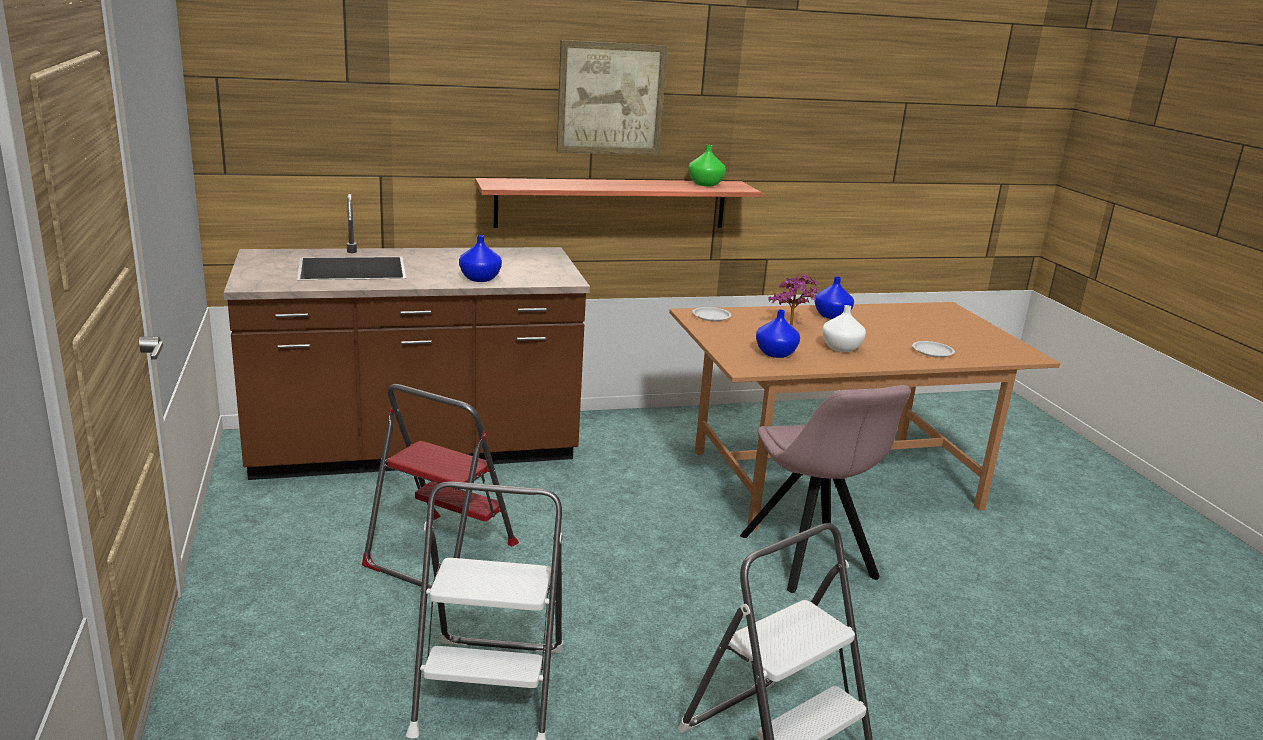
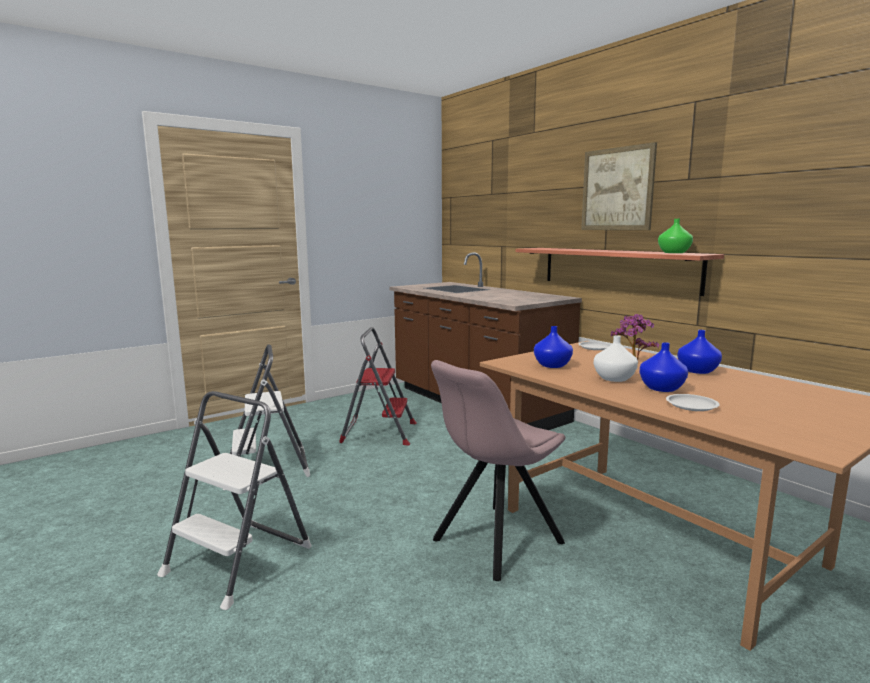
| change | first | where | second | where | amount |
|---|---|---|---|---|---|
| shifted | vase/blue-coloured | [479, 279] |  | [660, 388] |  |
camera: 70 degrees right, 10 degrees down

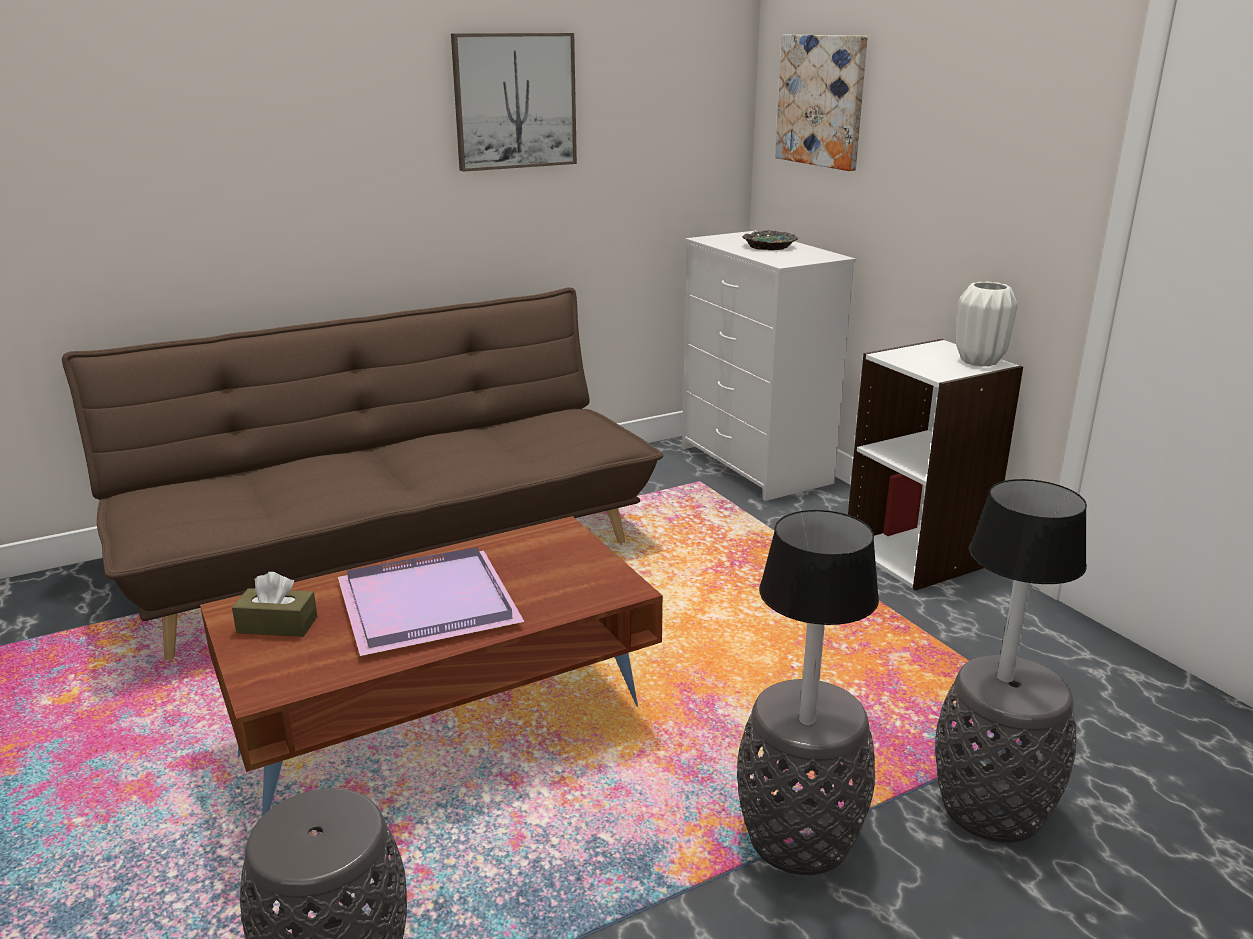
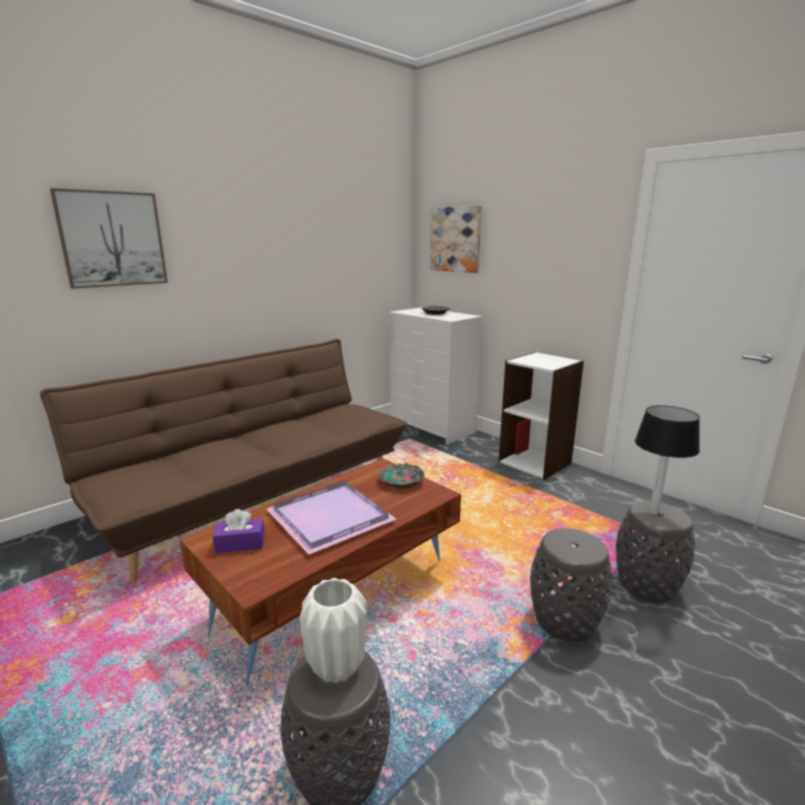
| change | first | where | second | where | amount |
|---|---|---|---|---|---|
| shifted | wall art | [514, 101] |  | [112, 239] |  |
| repainted | box of tissues/brown | [277, 625] | box of tissues/purplish | [240, 544] |  |
| shifted | vase/white | [979, 362] |  | [336, 667] |  |
| new |  |  | serving bowl | [401, 481] |  |
| gone | lamp for a table | [806, 720] |  |  |  |
camera: 15 degrees left, 5 degrees down

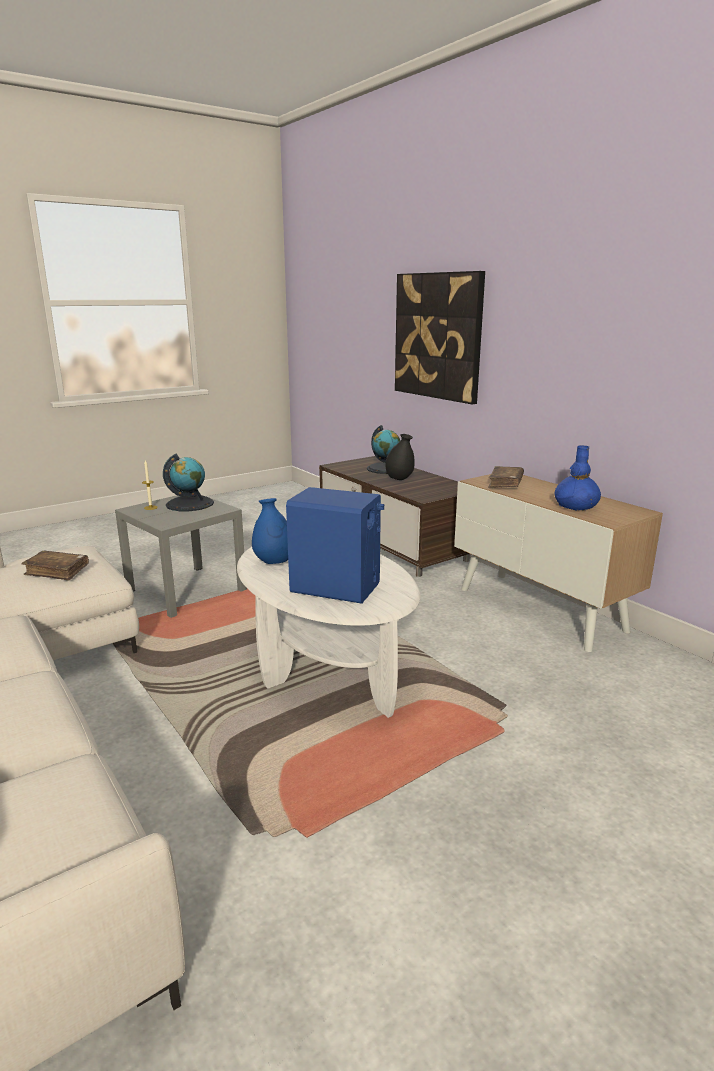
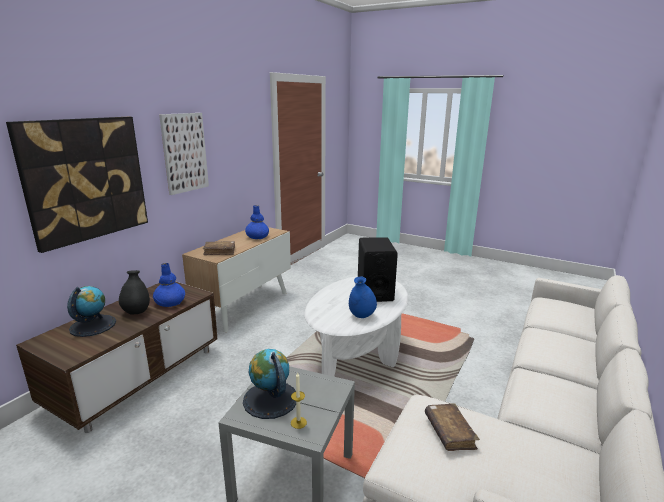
| change | first | where | second | where | amount |
|---|---|---|---|---|---|
| new |  |  | vase/blue-coloured | [170, 302] |  |
| new |  |  | wall art | [184, 153] |  |
| repainted | loudspeaker/blue-coloured | [336, 588] | loudspeaker/black-coloured | [374, 292] |  |
camera: 115 degrees left, 0 degrees up

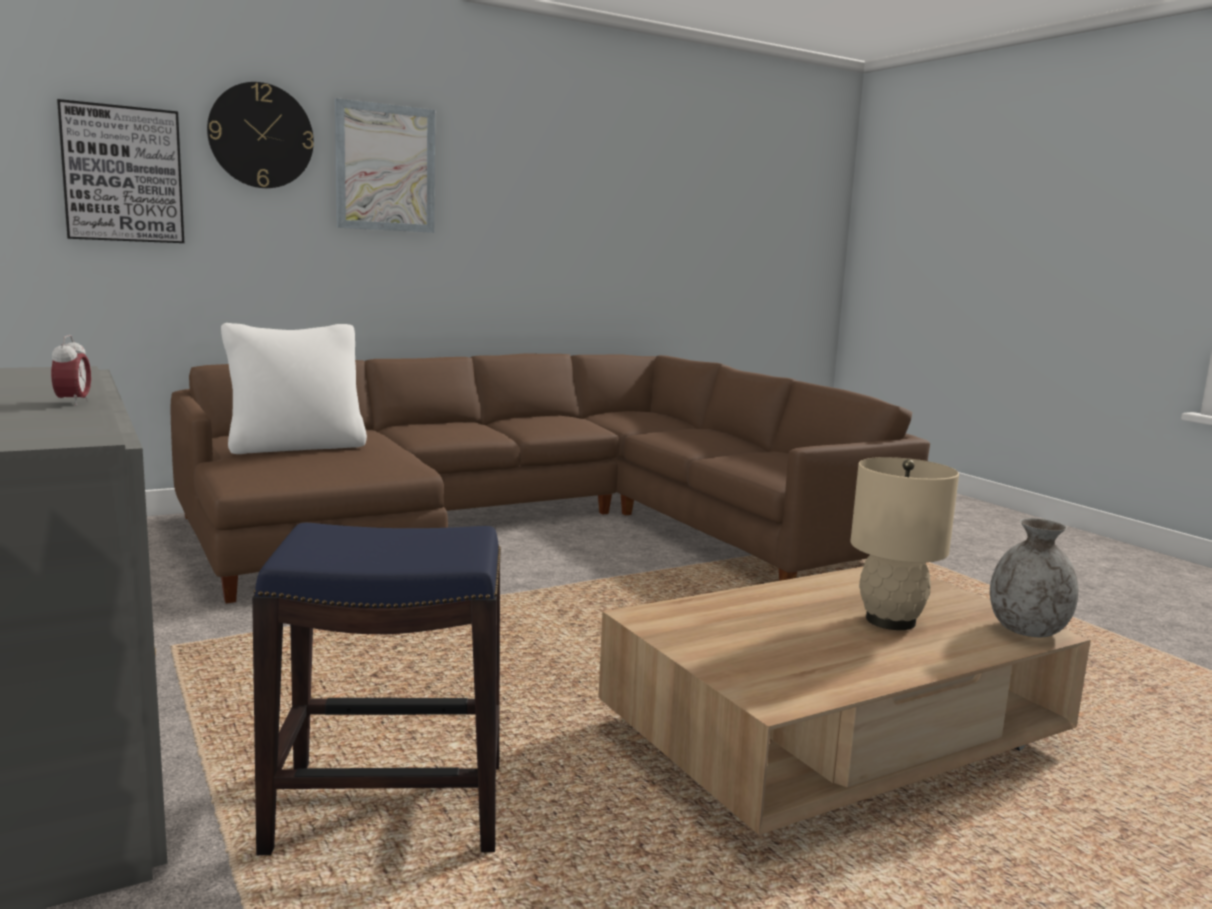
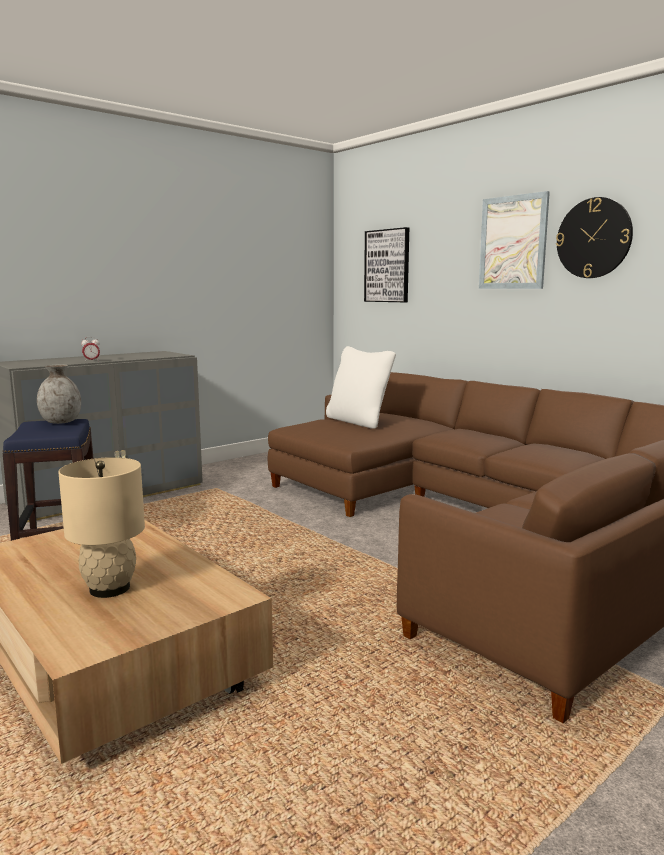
| change | first | where | second | where | amount |
|---|---|---|---|---|---|
| shifted | vase/grey | [1026, 630] |  | [61, 422] |  |
| shifted | wall clock | [261, 136] |  | [594, 238] |  |
camera: 80 degrees right, 0 degrees up

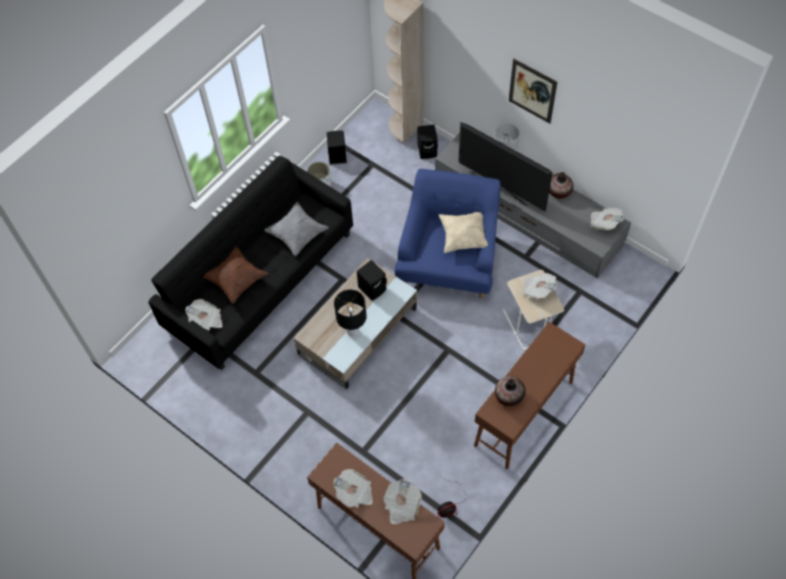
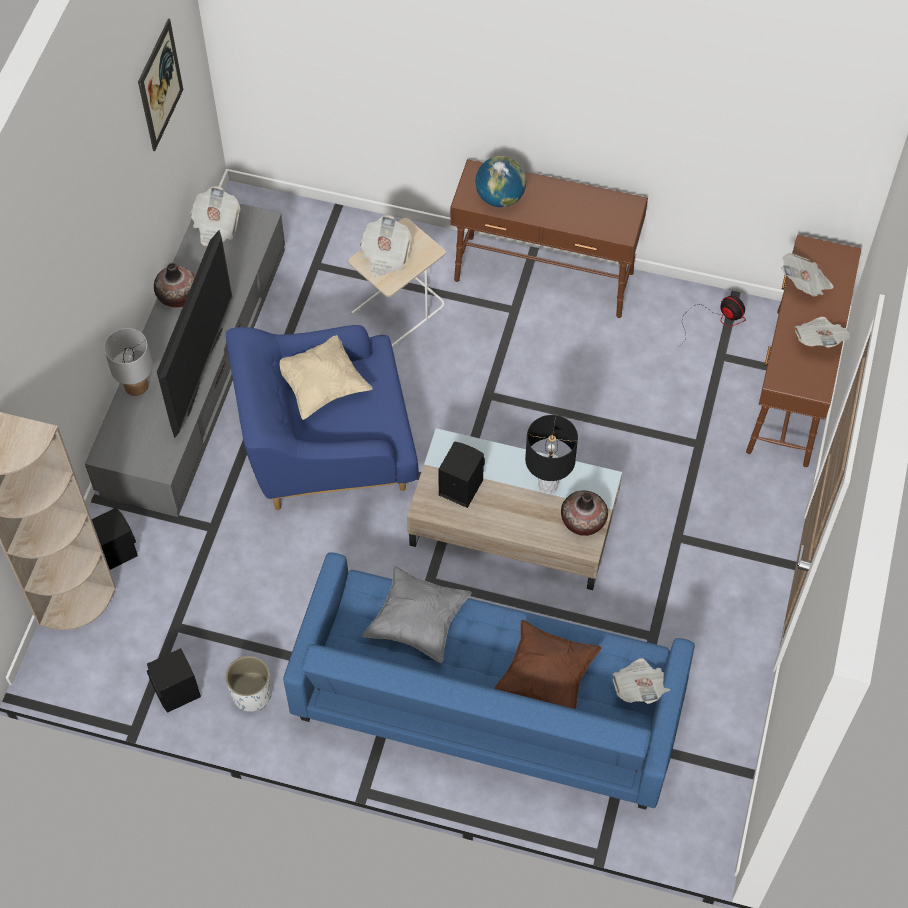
| change | first | where | second | where | amount |
|---|---|---|---|---|---|
| shifted | wall art | [532, 91] |  | [160, 85] |  |
| repainted | couch/black-coloured | [260, 281] | couch/blue-coloured | [488, 705] |  |
| new |  |  | desk globe | [500, 197] |  |
| shifted | vase | [508, 396] |  | [583, 522] |  |
camera: 115 degrees left, 0 degrees up

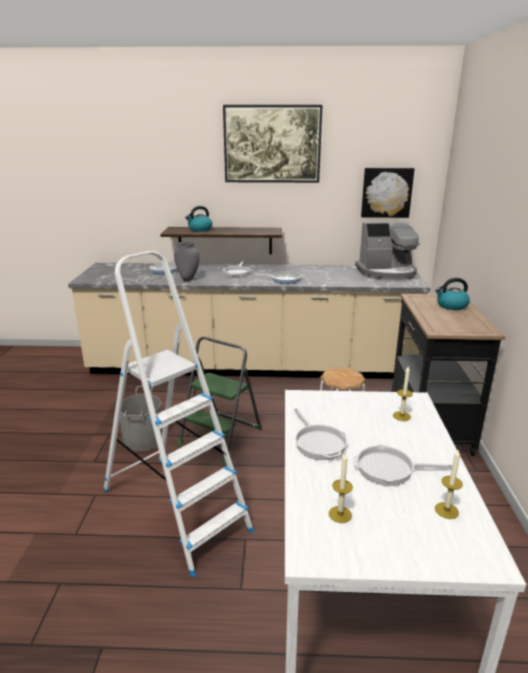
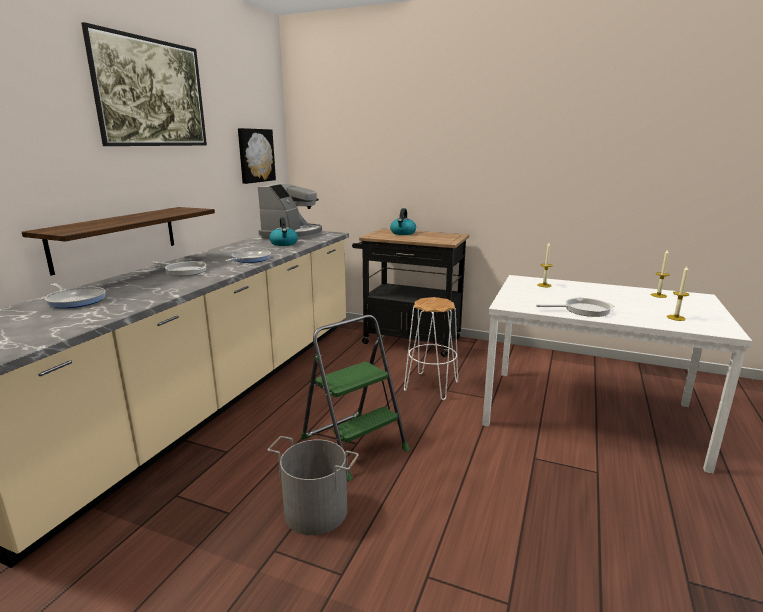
| change | first | where | second | where | amount |
|---|---|---|---|---|---|
| shifted | tea kettle | [200, 229] |  | [284, 244] |  |
| gone | step ladder/white | [175, 510] |  |  |  |
| gone | vase/grey | [187, 280] |  |  |  |
| gone | pan | [389, 469] |  |  |  |
camera: 70 degrees left, 5 degrees down

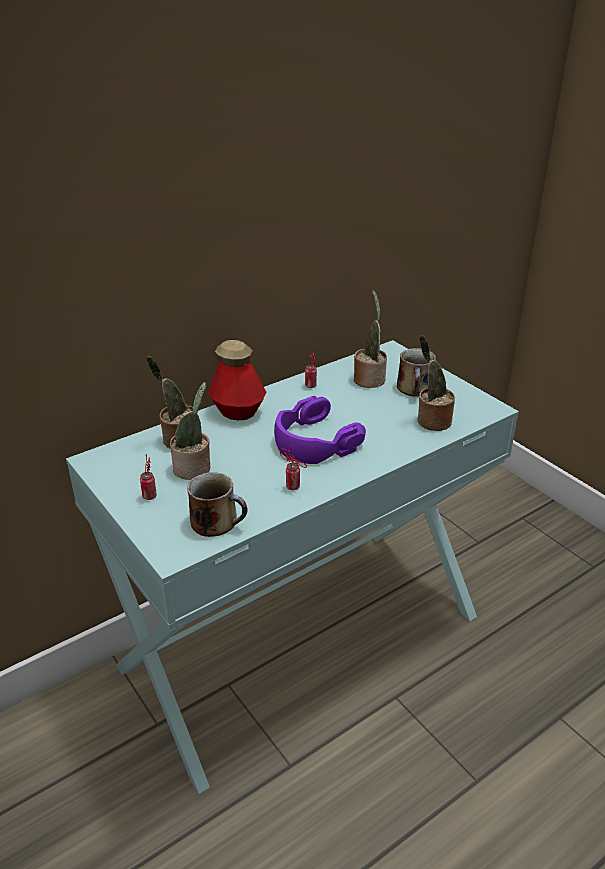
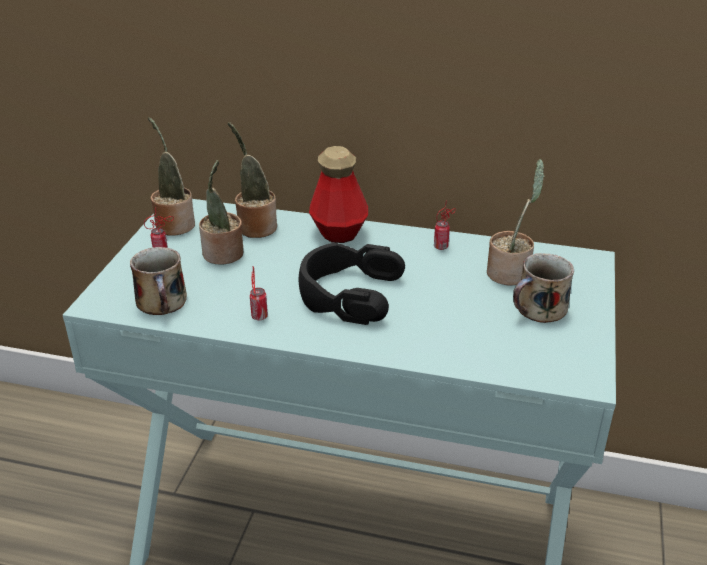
| change | first | where | second | where | amount |
|---|---|---|---|---|---|
| shifted | plant in a pot | [431, 421] |  | [174, 224] |  |
| repainted | headset/purplish | [314, 441] | headset/black-coloured | [348, 294] |  |
camera: 50 degrees right, 0 degrees up

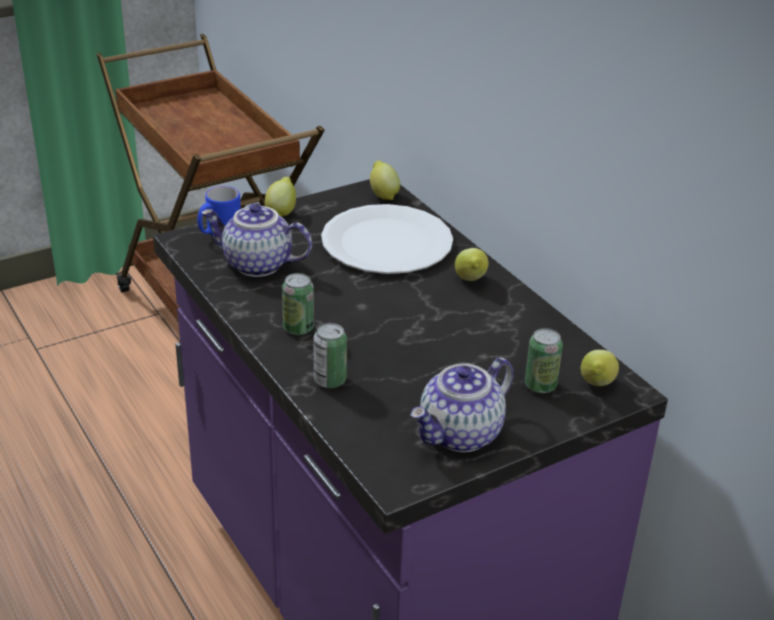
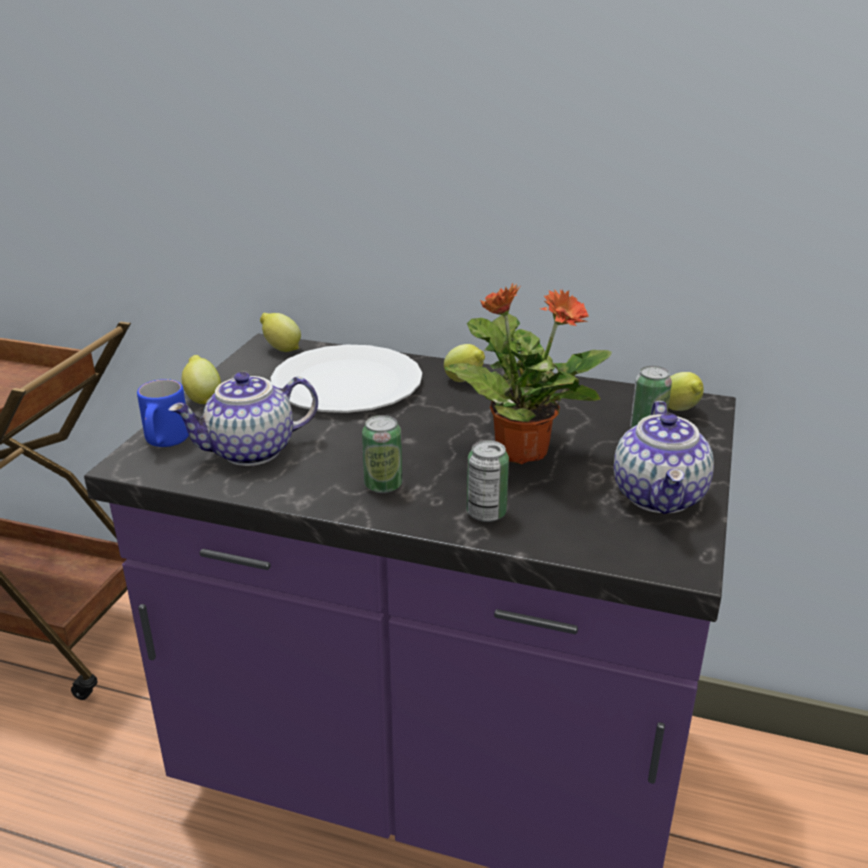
| change | first | where | second | where | amount |
|---|---|---|---|---|---|
| new |  |  | plant in a pot | [520, 450] |  |
camera: 40 degrees left, 5 degrees down

